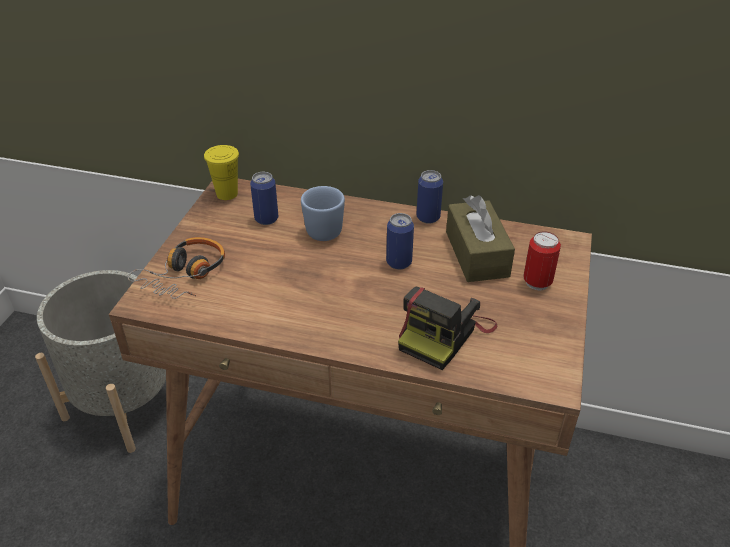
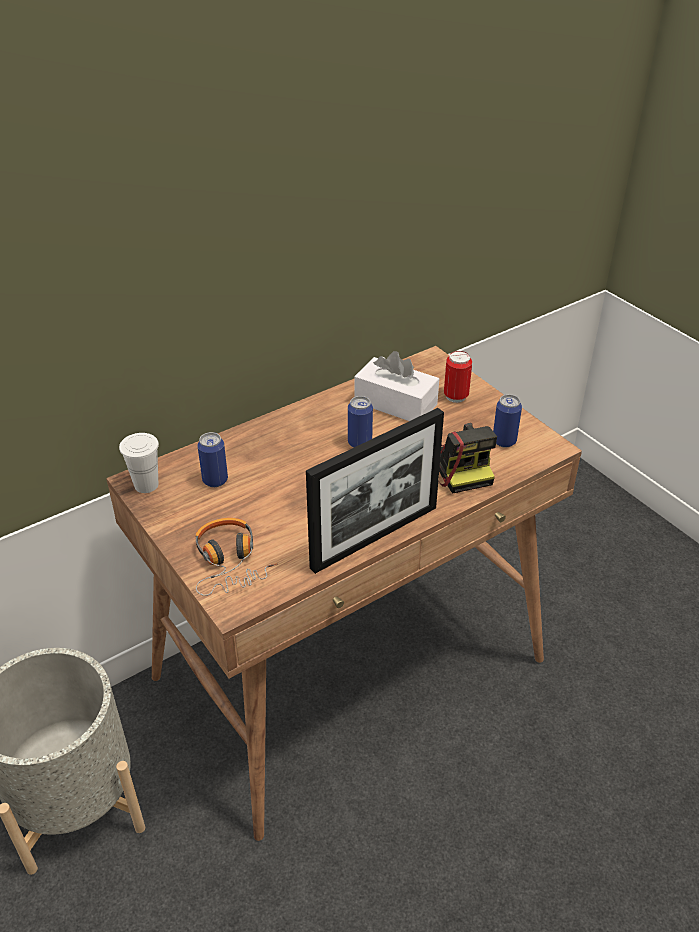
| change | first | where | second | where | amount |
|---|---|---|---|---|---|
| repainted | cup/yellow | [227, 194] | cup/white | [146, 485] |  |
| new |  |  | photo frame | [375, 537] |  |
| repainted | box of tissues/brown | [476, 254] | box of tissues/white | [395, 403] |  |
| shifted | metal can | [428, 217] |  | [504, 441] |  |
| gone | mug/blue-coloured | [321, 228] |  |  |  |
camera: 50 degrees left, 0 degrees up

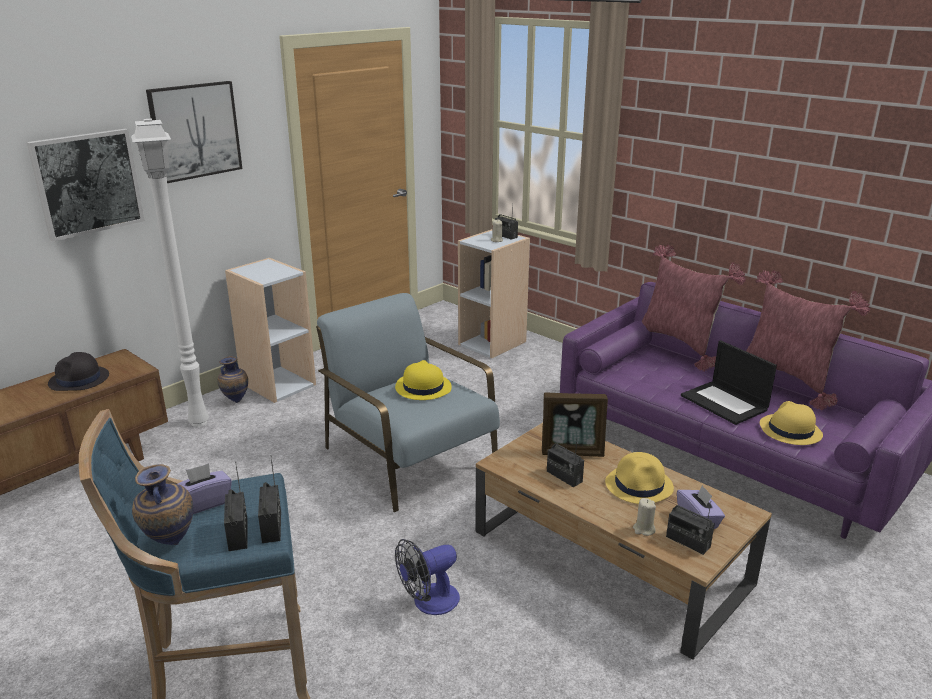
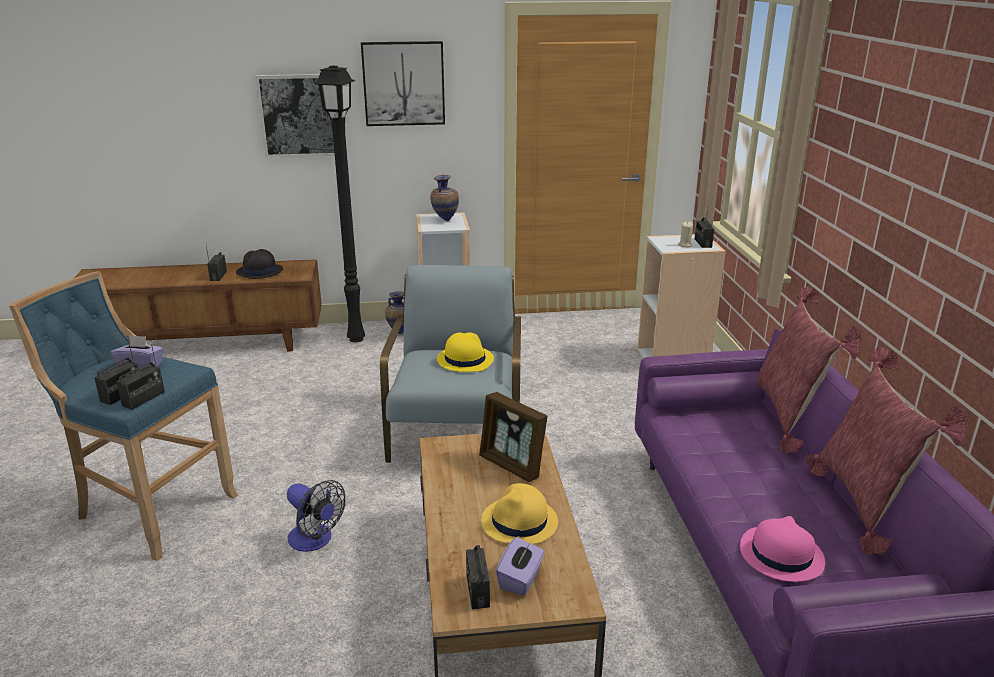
| change | first | where | second | where | amount |
|---|---|---|---|---|---|
| shifted | radio | [564, 476] |  | [218, 276] |  |
| rotated | fan | [429, 602] |  | [315, 540] | 150 degrees counterclockwise |
| repainted | standard lamp/white | [200, 422] | standard lamp/black-coloured | [357, 339] |  |
| shifted | vase | [169, 544] |  | [444, 220] |  |
| repainted | clothing hat/yellow | [790, 430] | clothing hat/pink | [780, 555] |  |
| gone | wax light/sand-coloured | [643, 529] |  |  |  |
| gone | portable computer | [725, 403] |  |  |  |
camera: 40 degrees right, 0 degrees up

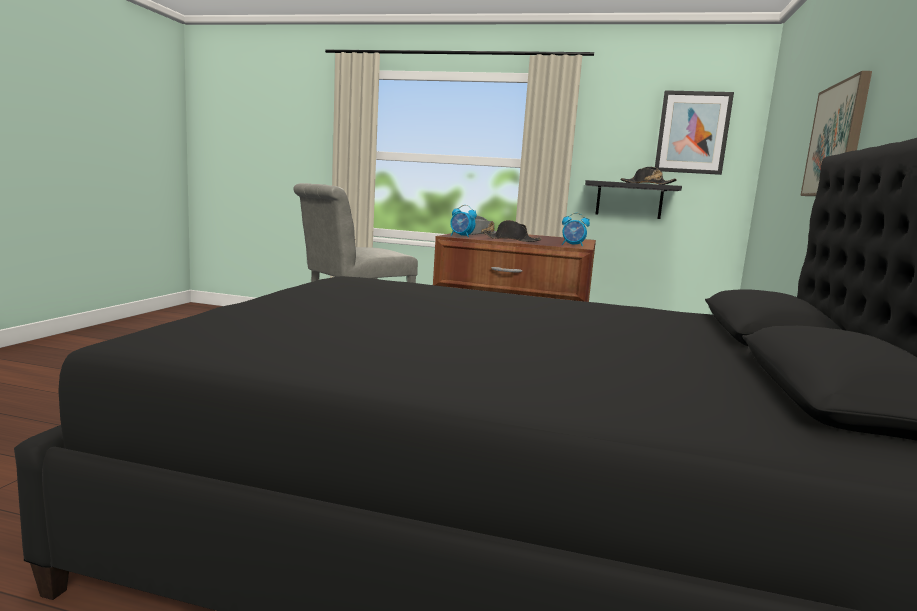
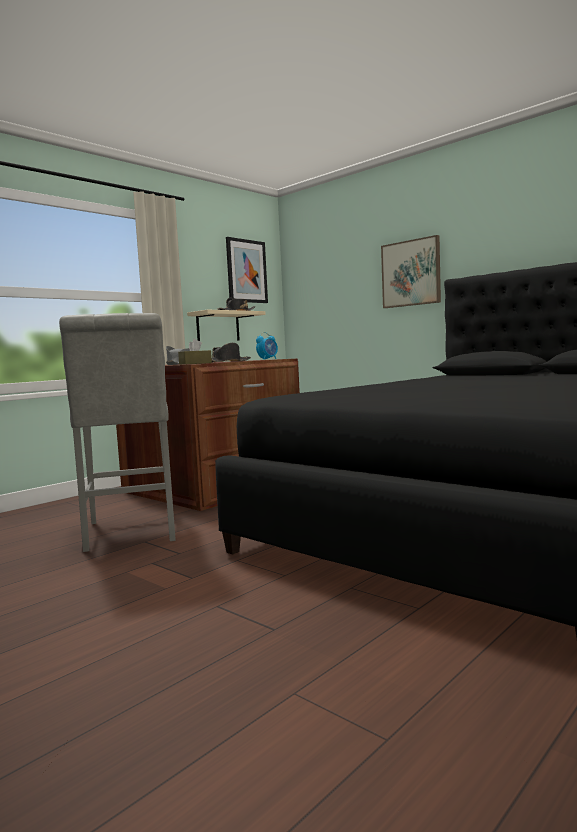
| change | first | where | second | where | amount |
|---|---|---|---|---|---|
| swapped | bedside clock | [461, 236] | box of tissues/brown | [195, 363] |  |
| repainted | shelf/black-coloured | [629, 200] | shelf/sand-coloured | [218, 327] |  |
camera: 60 degrees left, 5 degrees down

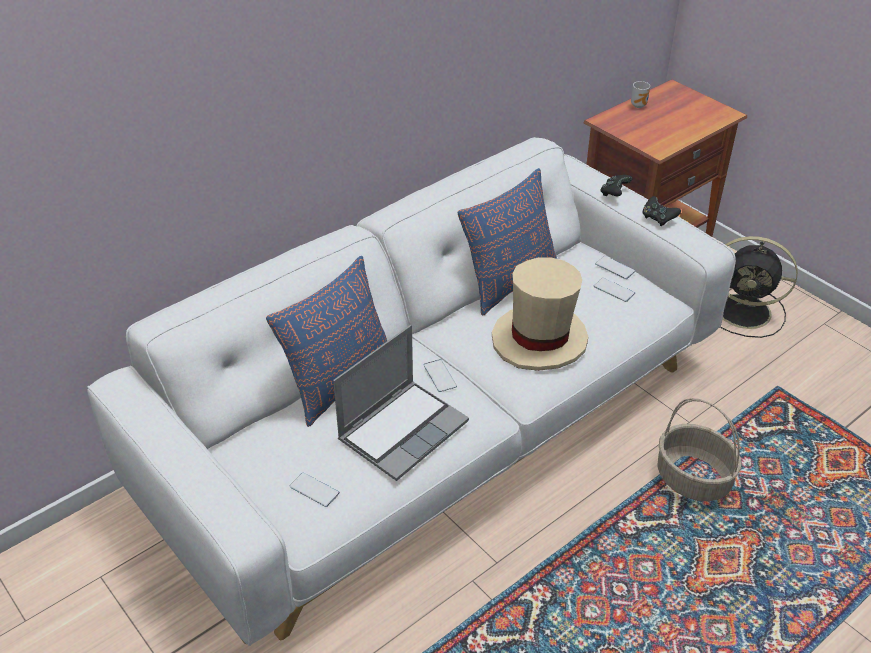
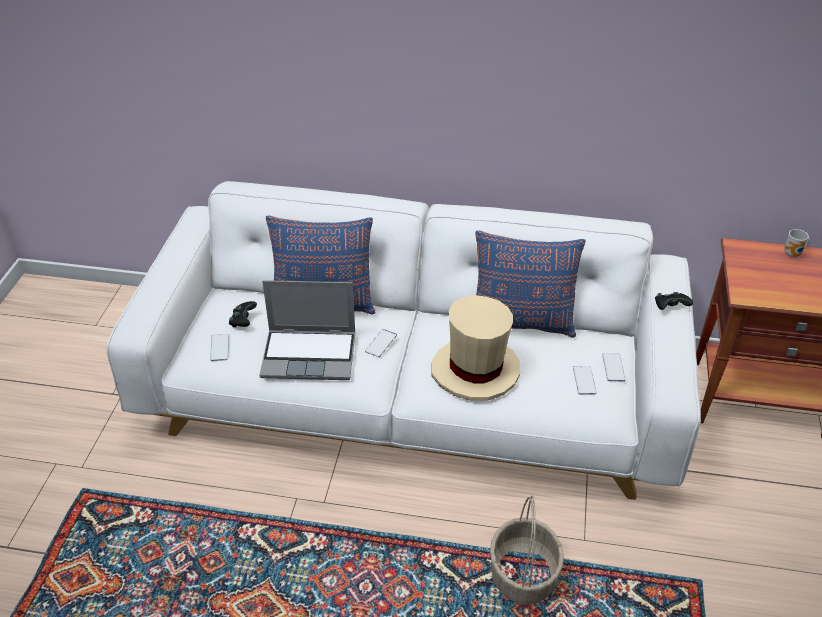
| change | first | where | second | where | amount |
|---|---|---|---|---|---|
| shifted | joypad/black-coloured | [658, 218] |  | [243, 321] |  |
| gone | fan/black-coloured | [746, 312] |  |  |  |
camera: 50 degrees right, 0 degrees up

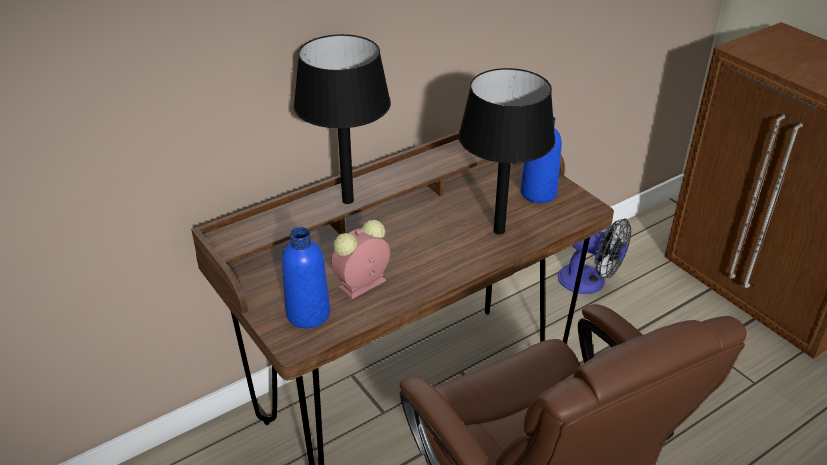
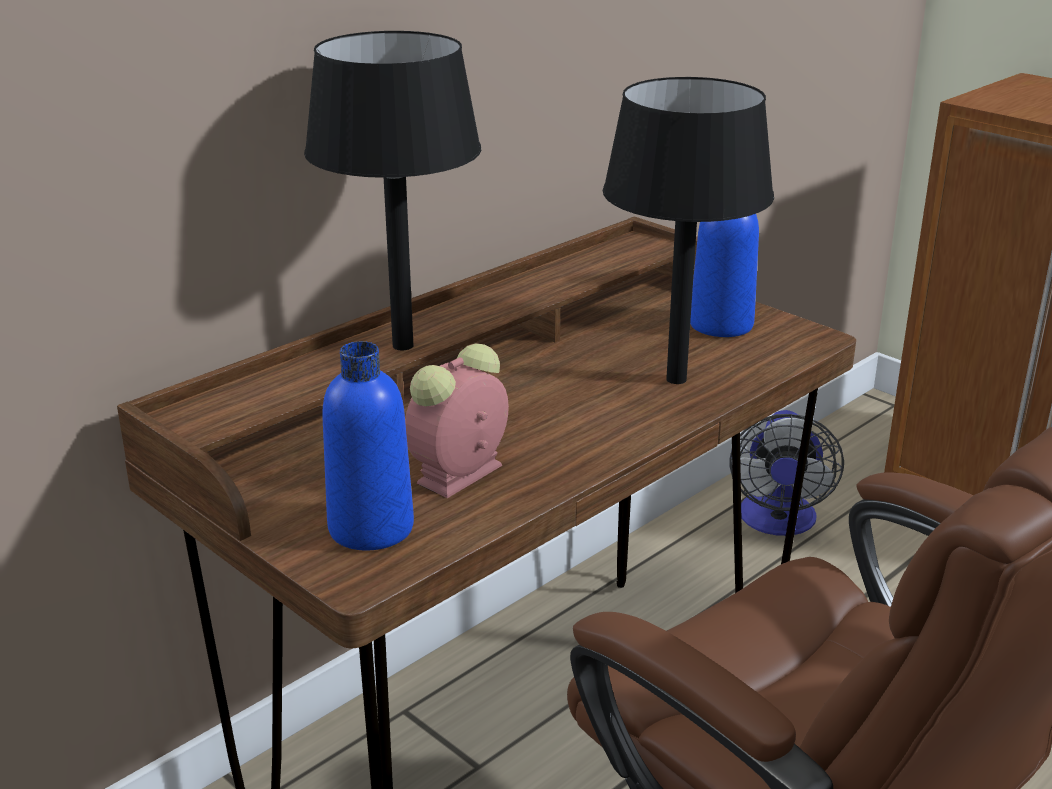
| change | first | where | second | where | amount |
|---|---|---|---|---|---|
| rotated | fan | [589, 282] |  | [777, 522] | 75 degrees clockwise |
camera: 10 degrees left, 10 degrees down

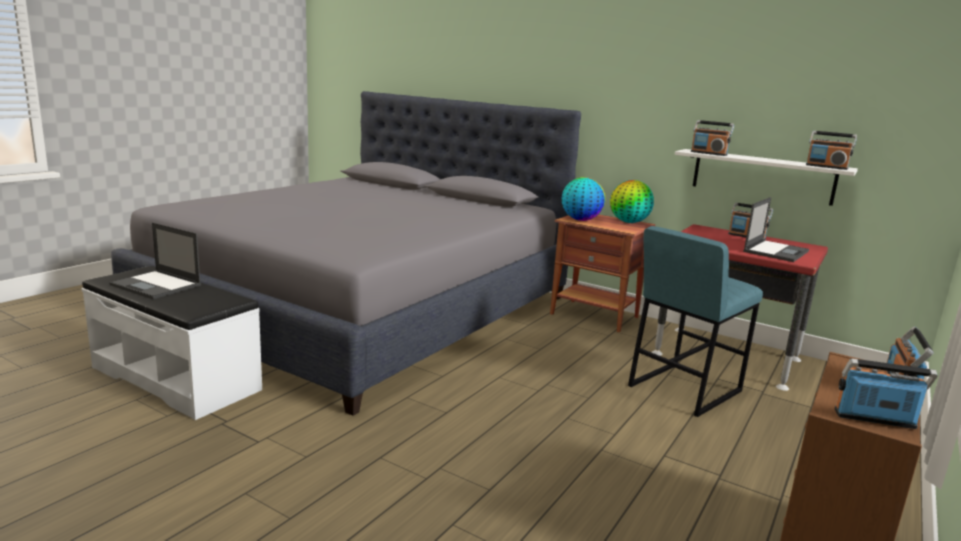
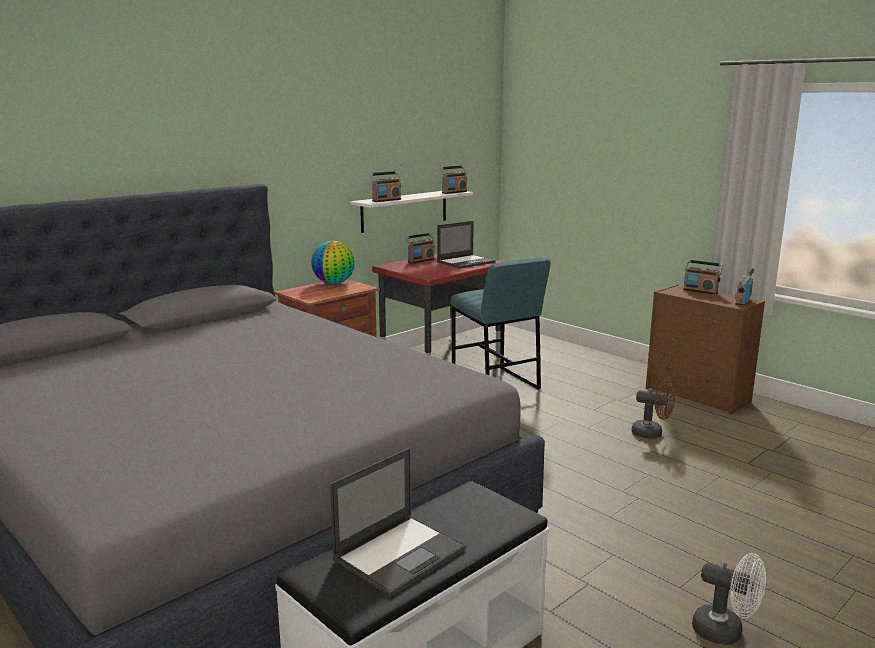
| change | first | where | second | where | amount |
|---|---|---|---|---|---|
| rotated | portable computer | [776, 251] |  | [466, 262] | 90 degrees clockwise |
| new |  |  | fan/brown | [652, 433] |  |
| new |  |  | fan/white | [725, 632] |  |
| gone | desk globe | [580, 220] |  |  |  |
camera: 75 degrees left, 0 degrees up

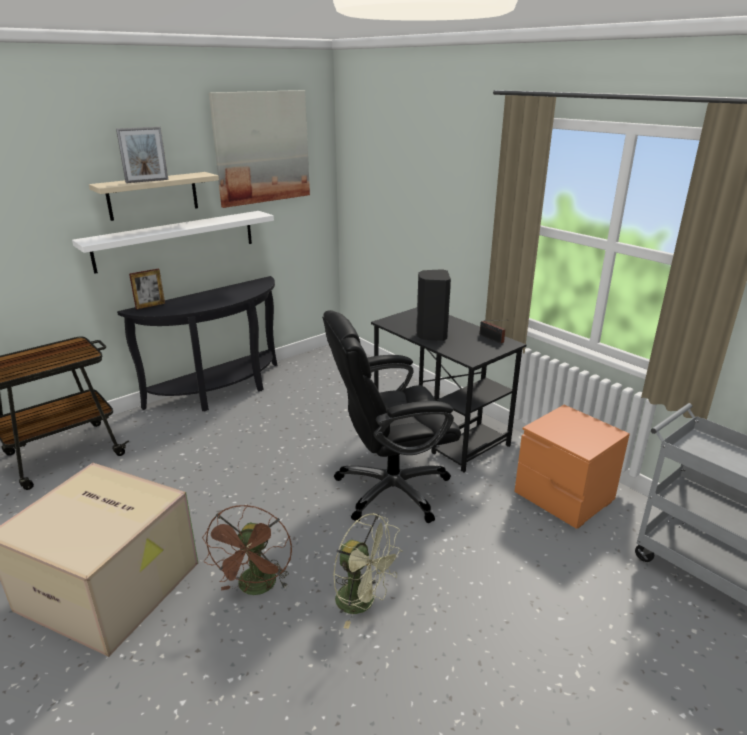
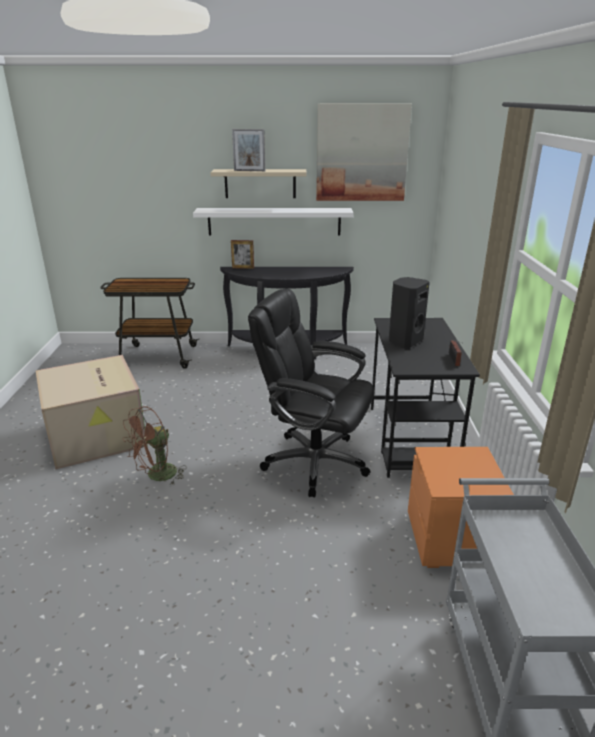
| change | first | where | second | where | amount |
|---|---|---|---|---|---|
| gone | fan/green-coloured | [363, 602] |  |  |  |
camera: 40 degrees right, 0 degrees up

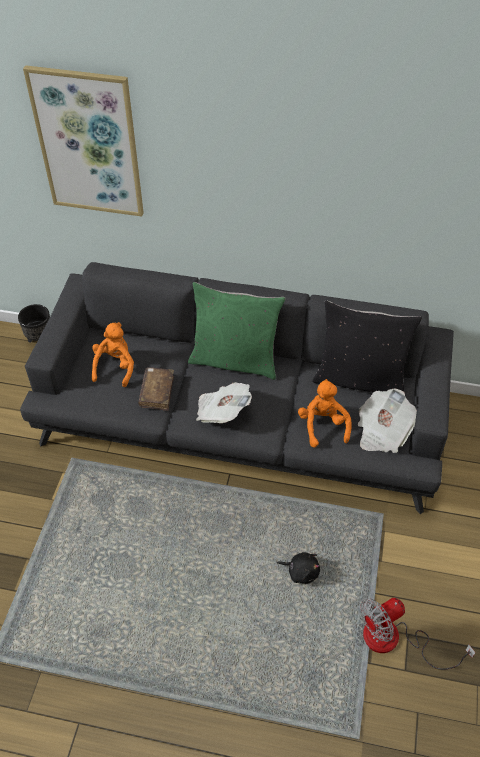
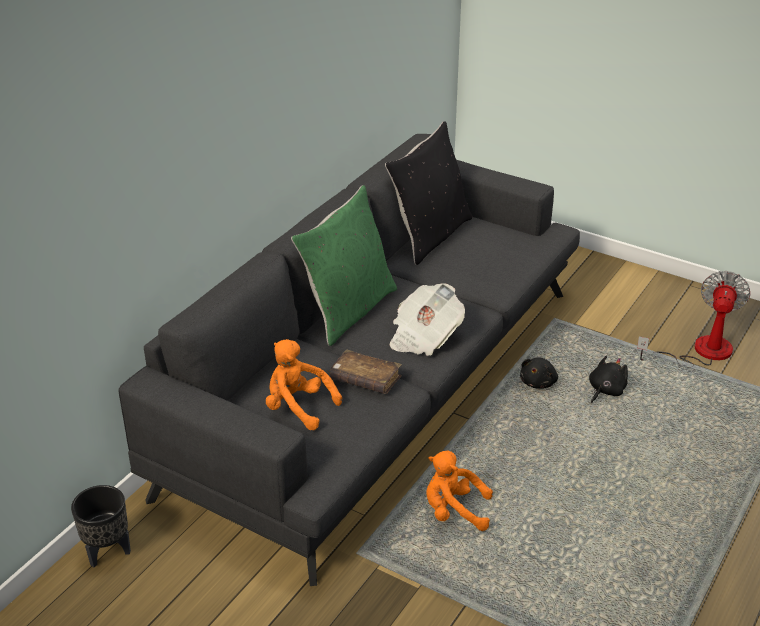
| change | first | where | second | where | amount |
|---|---|---|---|---|---|
| shifted | soft toy/orange-coloured | [323, 425] |  | [454, 511] |  |
| new |  |  | soft toy/black-coloured | [538, 382] |  |
| rotated | fan | [394, 640] |  | [700, 351] | 150 degrees counterclockwise |
| gone | wall art | [88, 143] |  |  |  |
| gone | daily paper | [382, 431] |  |  |  |
camera: 70 degrees left, 15 degrees down

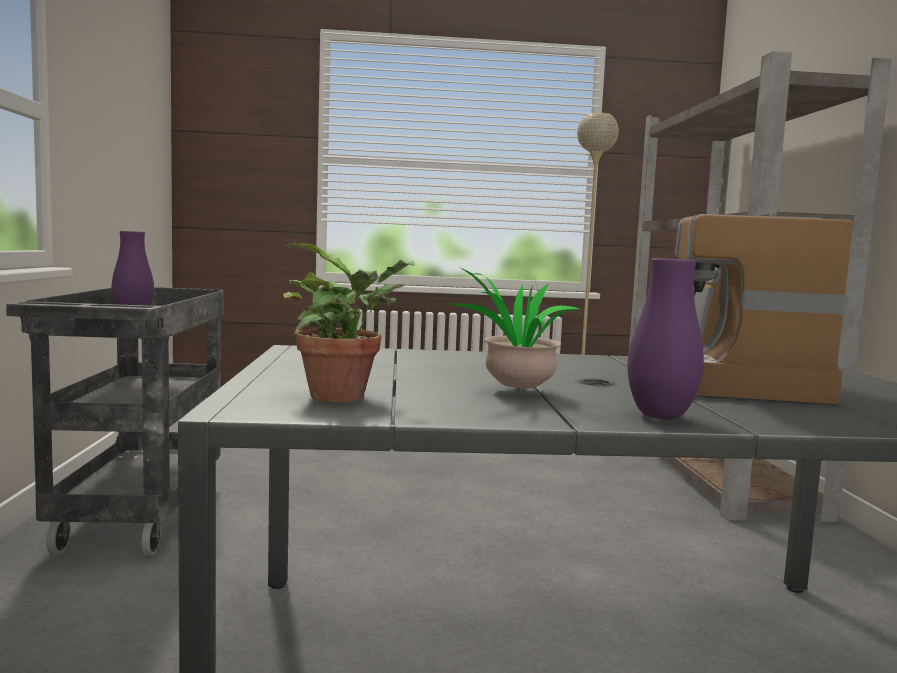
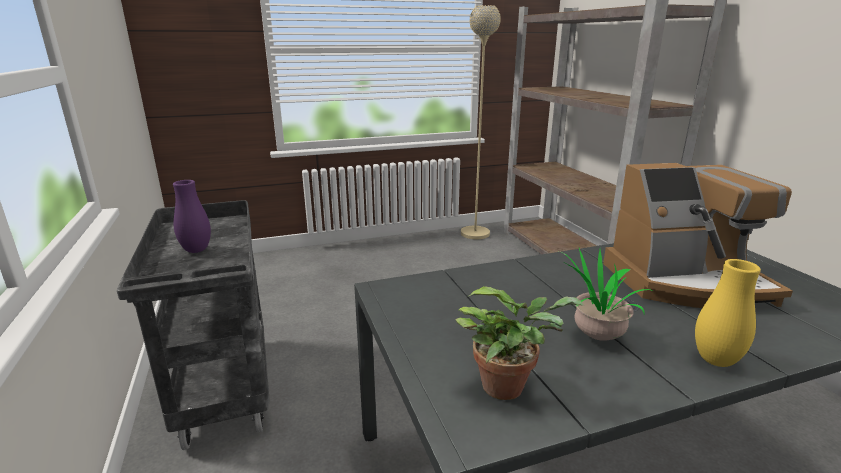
| change | first | where | second | where | amount |
|---|---|---|---|---|---|
| rotated | coffee machine | [722, 381] |  | [685, 282] | 90 degrees counterclockwise |
| repainted | vase/purplish | [660, 416] | vase/yellow | [715, 360] |  |
camera: 15 degrees left, 15 degrees up

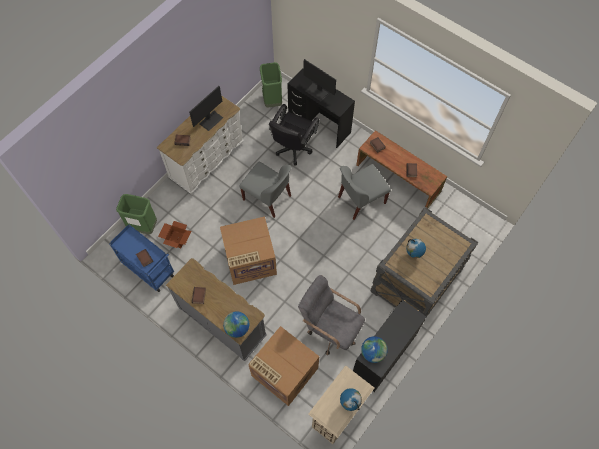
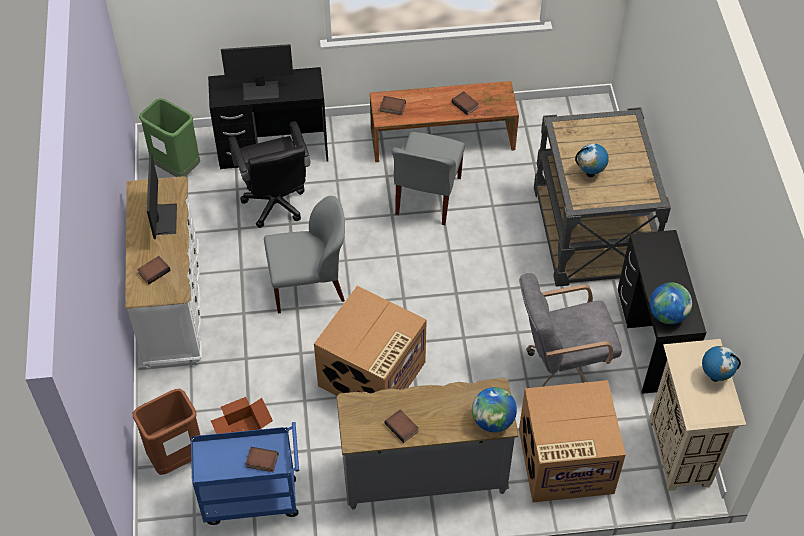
| change | first | where | second | where | amount |
|---|---|---|---|---|---|
| repainted | waste bin/green-coloured | [143, 227] | waste bin/brown | [177, 458] |  |
camera: 45 degrees left, 10 degrees down

